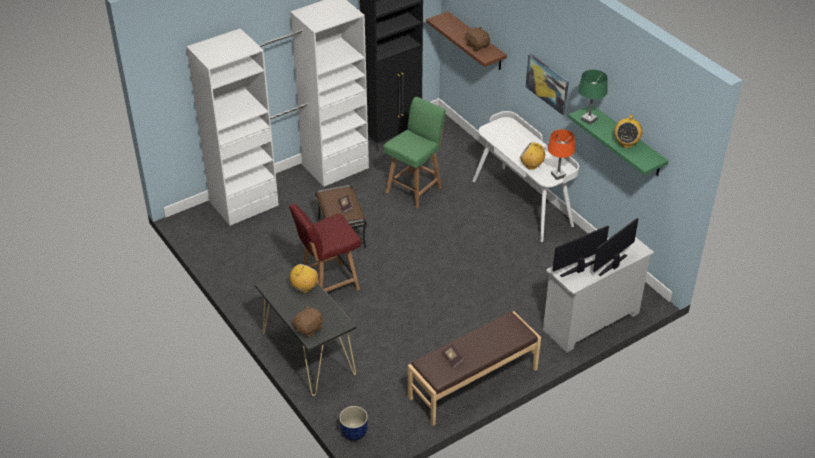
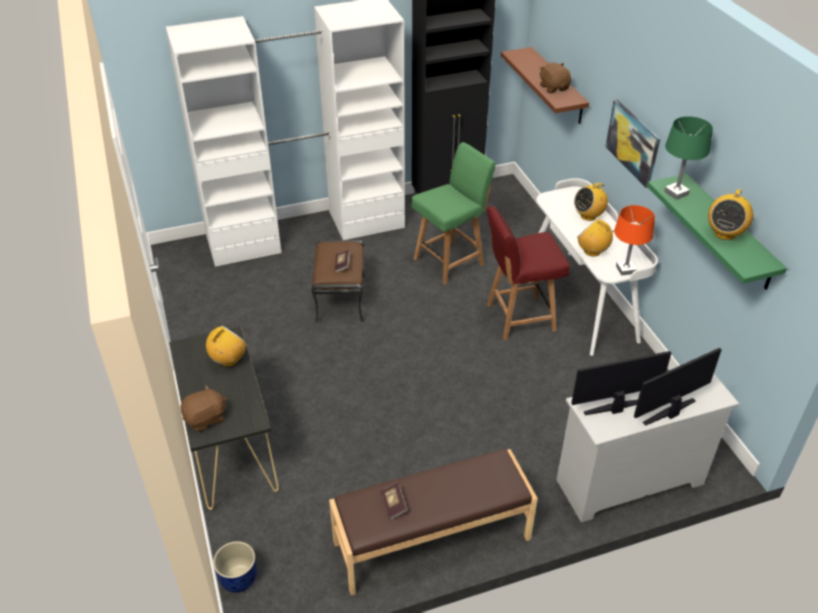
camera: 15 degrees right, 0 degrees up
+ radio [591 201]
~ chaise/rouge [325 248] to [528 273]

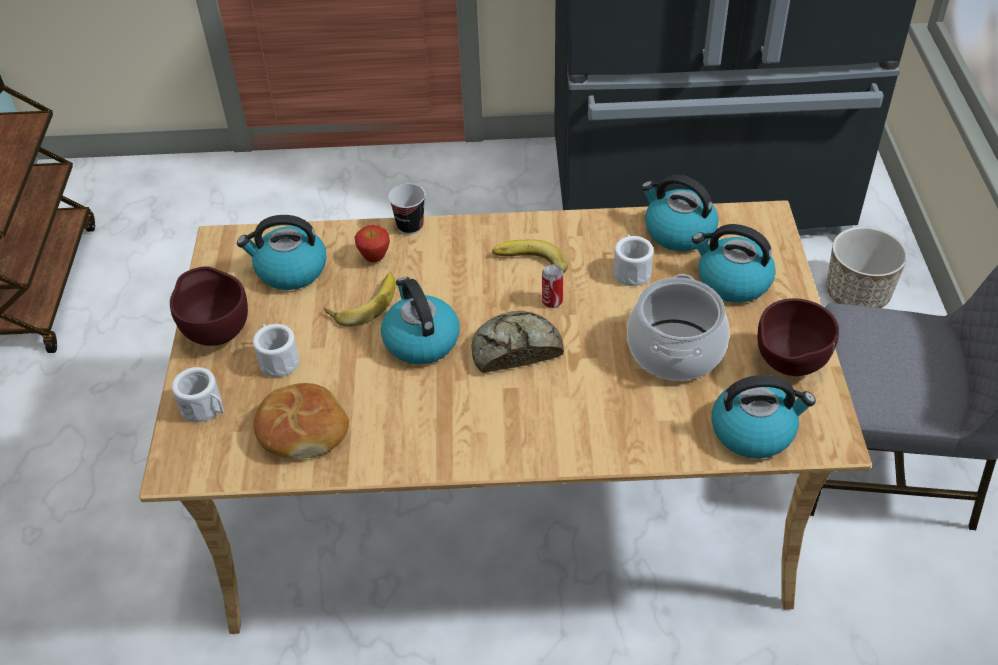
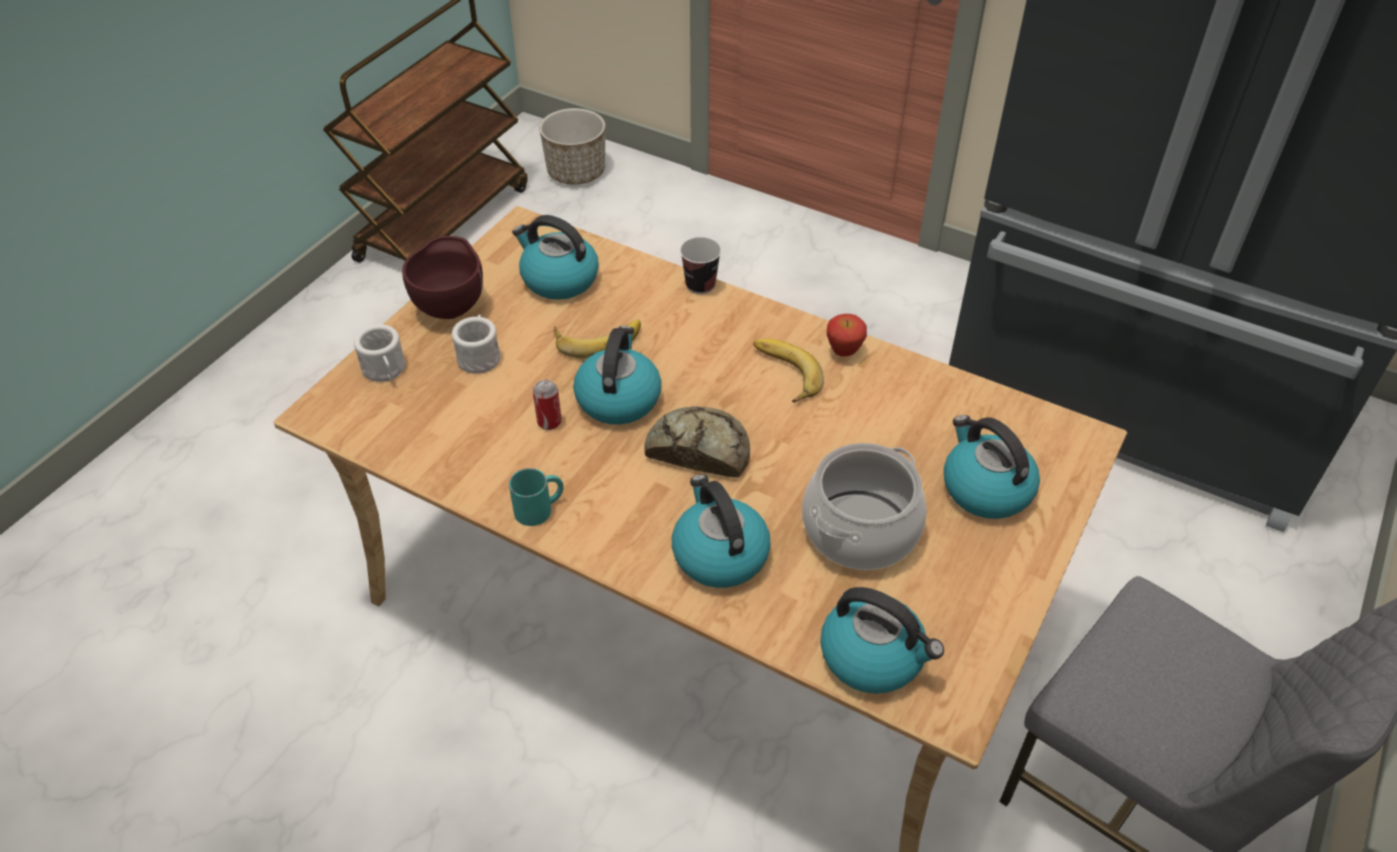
camera: 30 degrees right, 0 degrees up
- pain [301 420]
- mug/blanc [633 260]
- bol/marron [798 337]
+ mug/turquoise [536 497]
~ pomme [372 244] to [847 335]
~ boîte métallique [552 286] to [547 405]
~ bouilloire [679 212] to [721 531]
~ cache-pot [867 267] to [572 146]

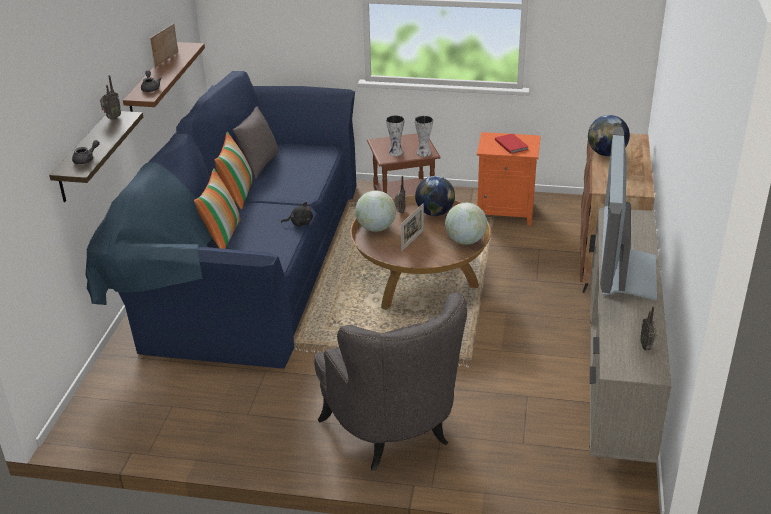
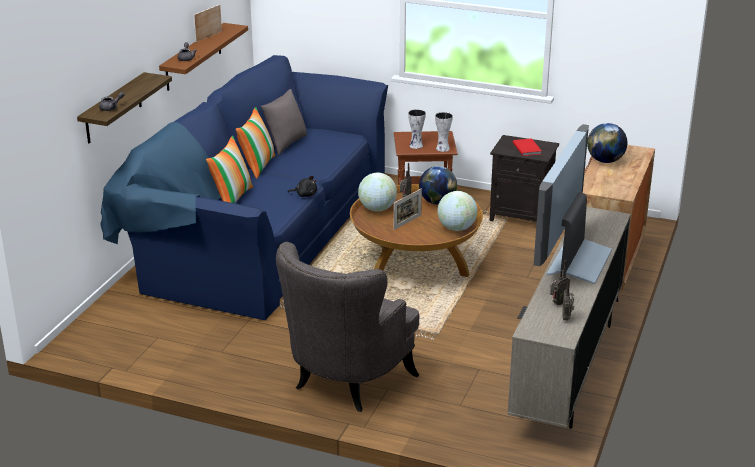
camera: 10 degrees right, 5 degrees down
~ radio [110 97] to [559 282]
~ table de chevet/orange [509 179] to table de chevet/noir [524 178]
~ fauteuil/gris [390 381] = [348 327] 45 degrees clockwise

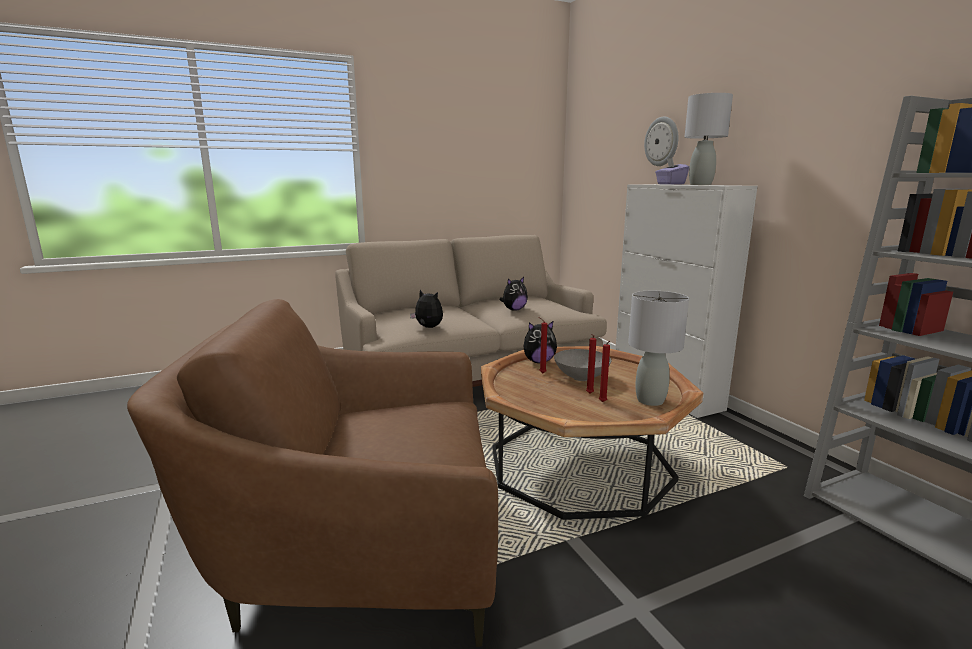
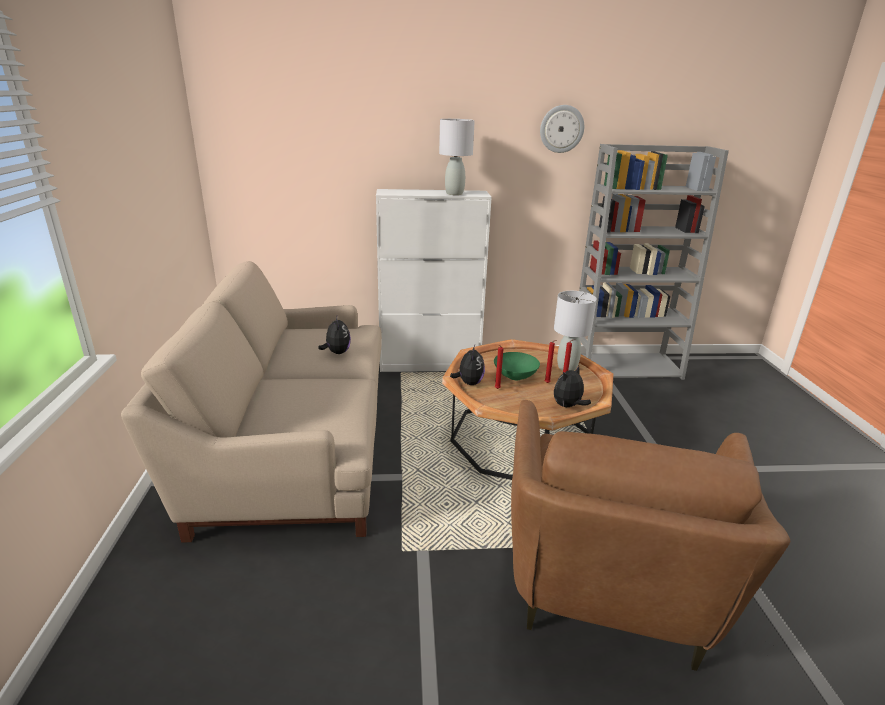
camera: 70 degrees left, 10 degrees up
- boîte à mouchoirs/violet [672 171]
~ peluche [426 309] to [572 386]
~ horloge murale [661 141] to [562 129]
~ bol/gris [582 365] to bol/vert [517 366]

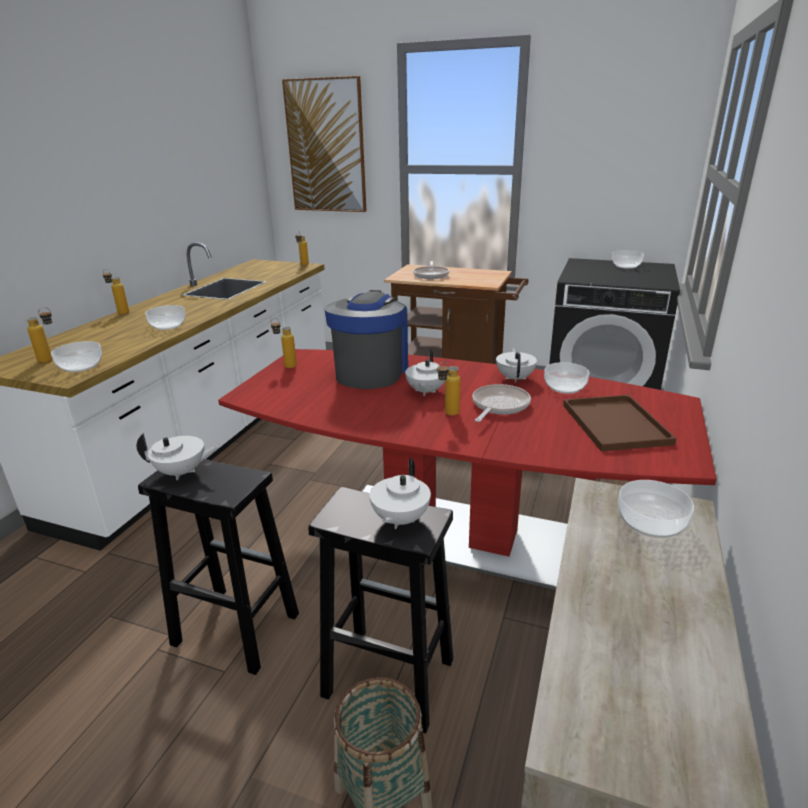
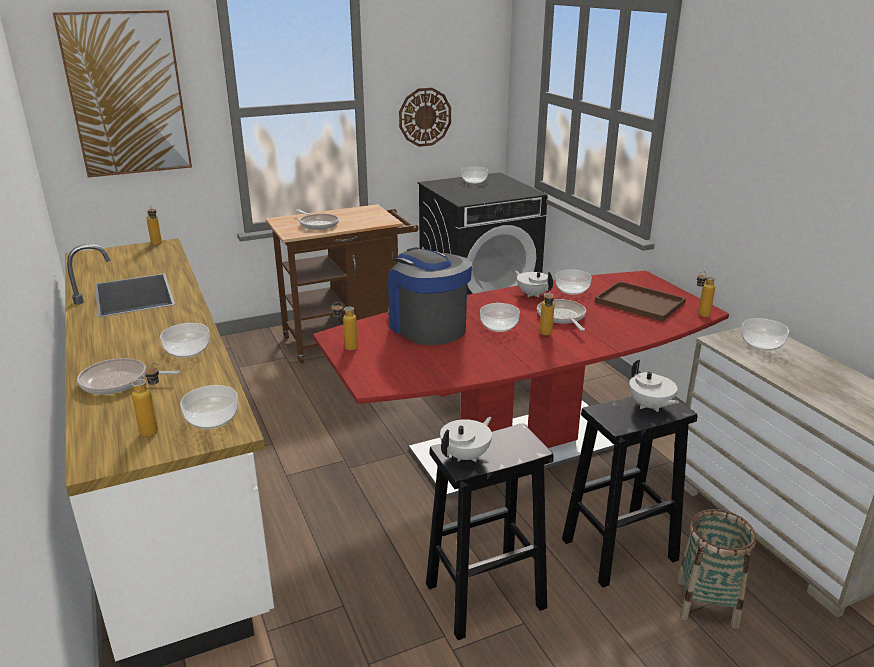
camera: 45 degrees left, 0 degrees up
+ poêle [128 376]
+ horloge murale [425 117]
~ bouteille [116 292] to [706 294]
~ théière/blanc [425 373] to bol [500 317]

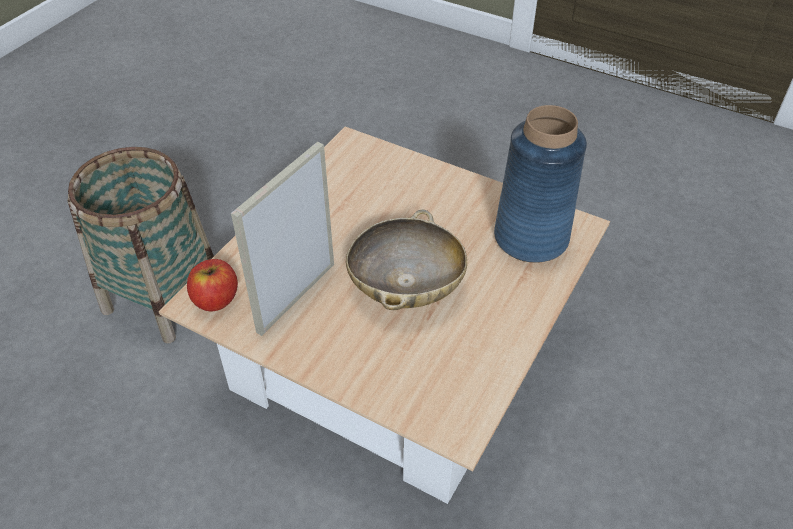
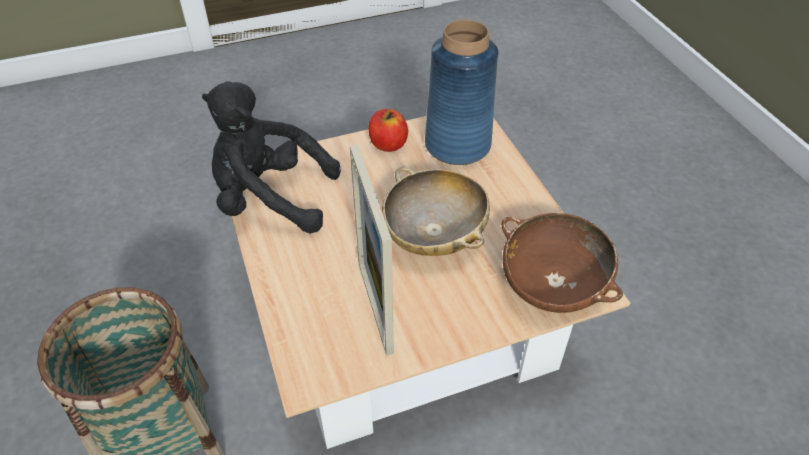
camera: 50 degrees left, 0 degrees up
+ peluche/noir [271 158]
+ bol/marron [562 263]
~ pomme [212 285] to [388 130]

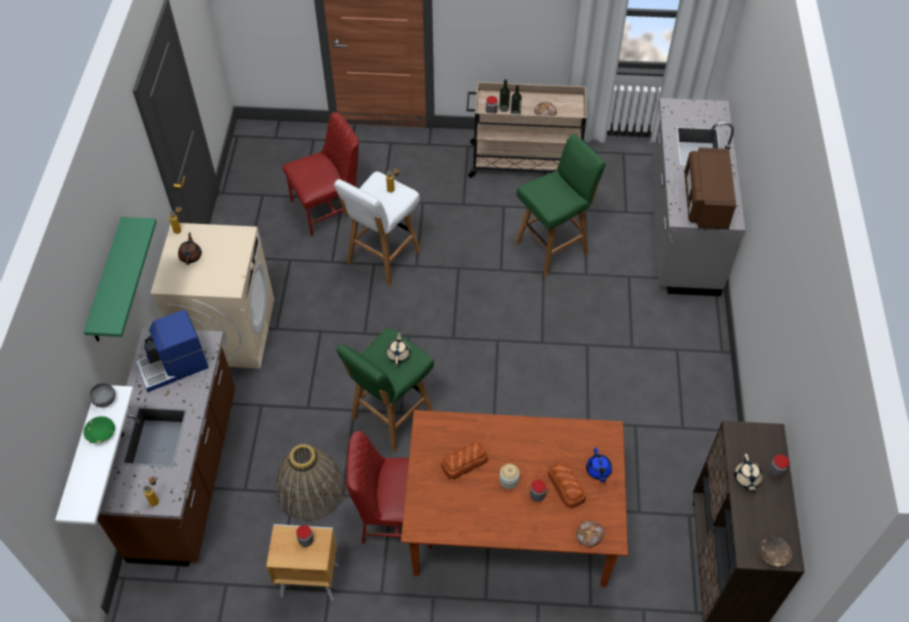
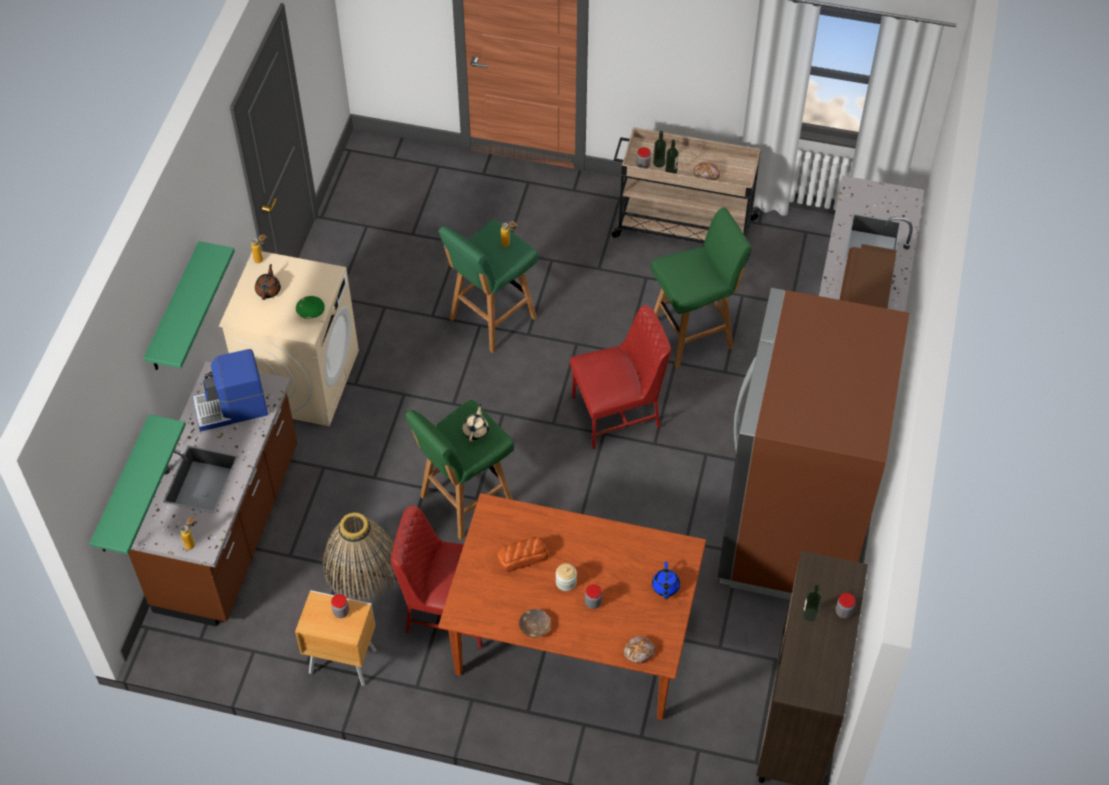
camera: 10 degrees right, 0 degrees up
- bol/gris [102 395]
- pain [567 484]
+ réfrigérateur/marron [813 444]
~ bol/vert [99 430] to [310 307]
~ chaise/rouge [321 174] to [620 377]
~ bol/marron [775 551] to [535 623]
~ théière/beige [748 473] to bouteille [812 603]
~ étagère/blanc [94 455] to étagère/vert [137 484]
~ tabouret/blanc [377 228] to tabouret/vert [488 286]

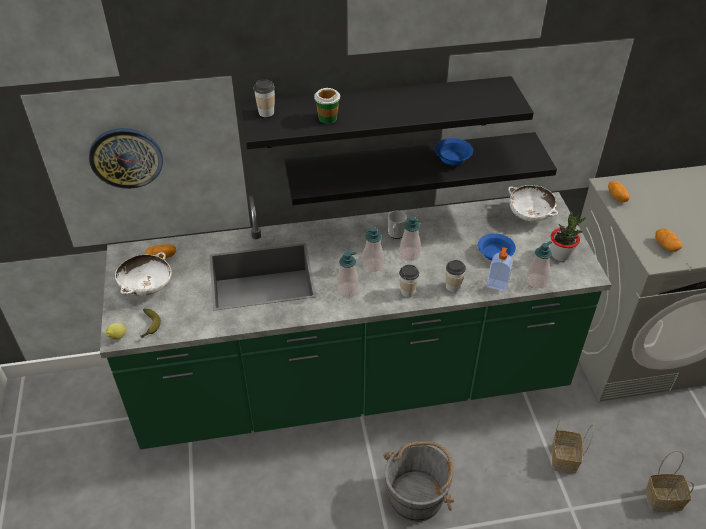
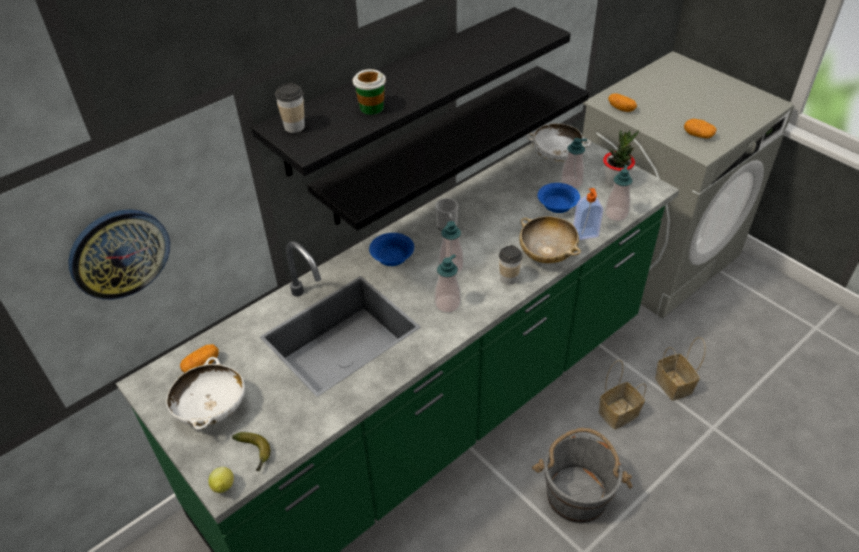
camera: 30 degrees left, 0 degrees up
~ distributeur de savon [410 238] to [574 163]
~ bol/bleu [454 151] to [391 249]
~ panier [669 481] to [622 395]
~ tasse [456 276] to bol/beige [550 239]

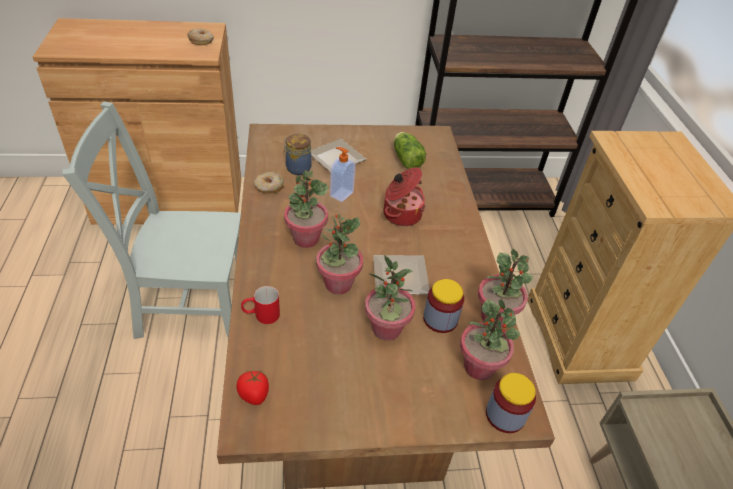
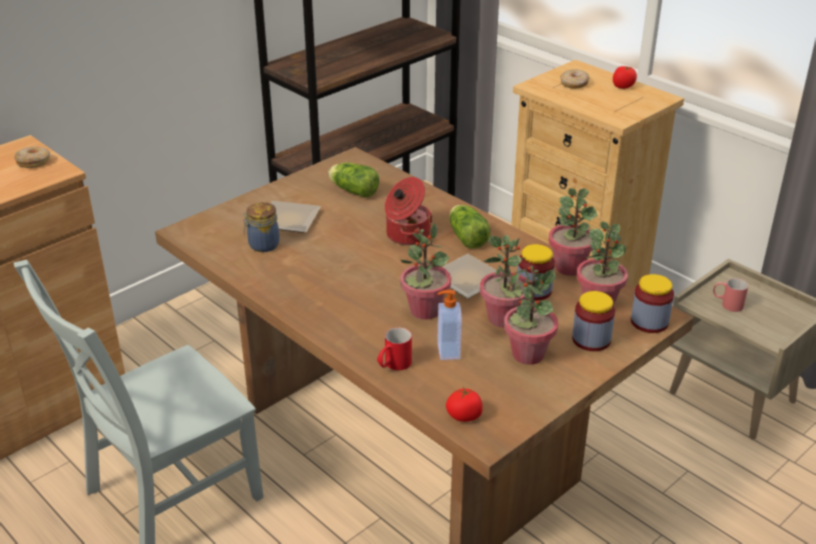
camera: 35 degrees left, 10 degrees down
+ laitue [470 226]
+ bocal [593 321]
+ tomate [625 77]
+ mug/rouge [731 295]
~ beignet [269 183] to [575 79]
~ plante en pot [306 209] to [531 315]
~ distributeur de savon [342 174] to [449 325]

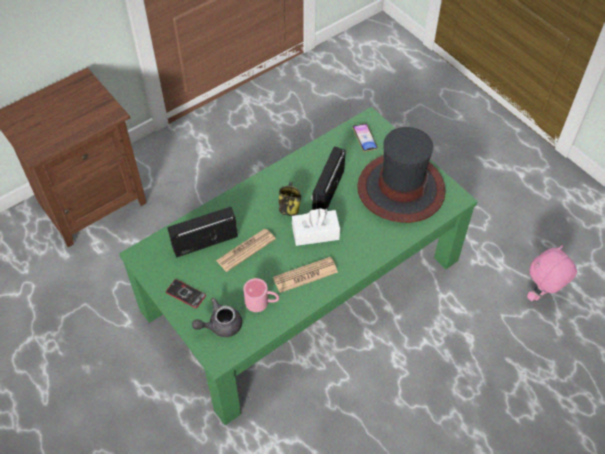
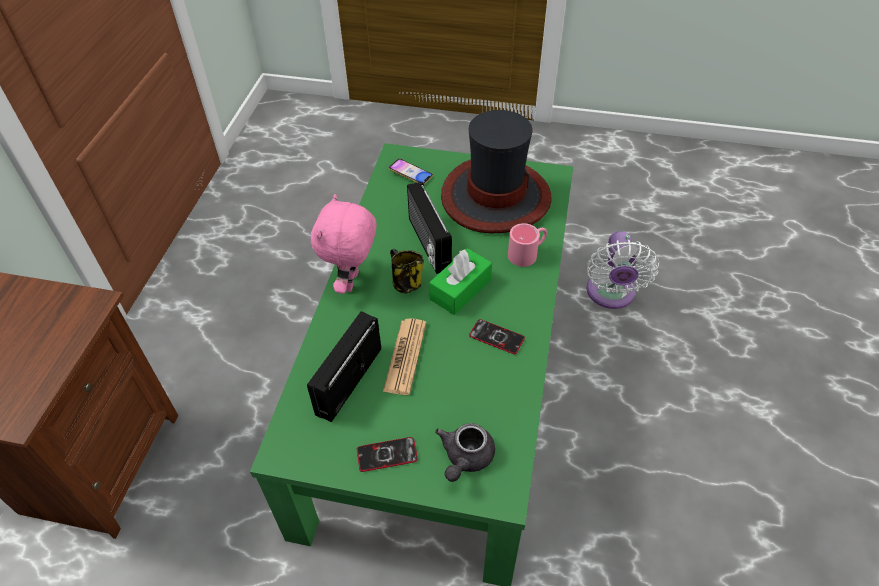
camera: 40 degrees left, 5 degrees down
+ ventilateur/blanc [623 270]
~ mug/rose [261 295] to [527 245]
~ peluche/rose [552 273] to [344 244]
~ journal [305 275] to téléphone [497 336]
~ boîte à mouchoirs/blanc [316 227] to boîte à mouchoirs/vert [460 281]

